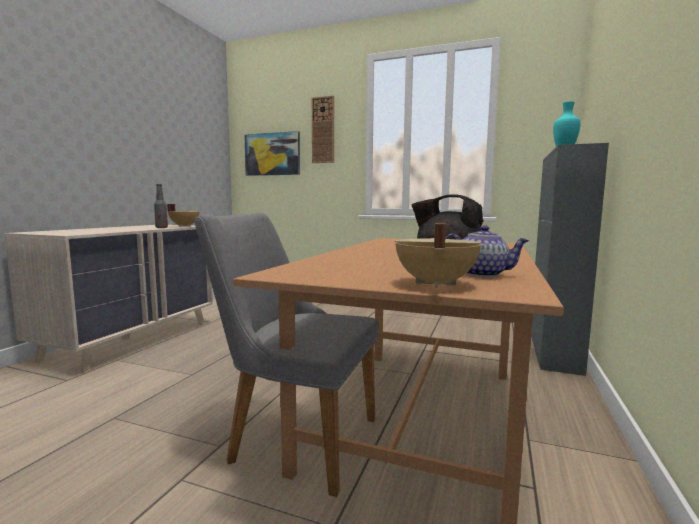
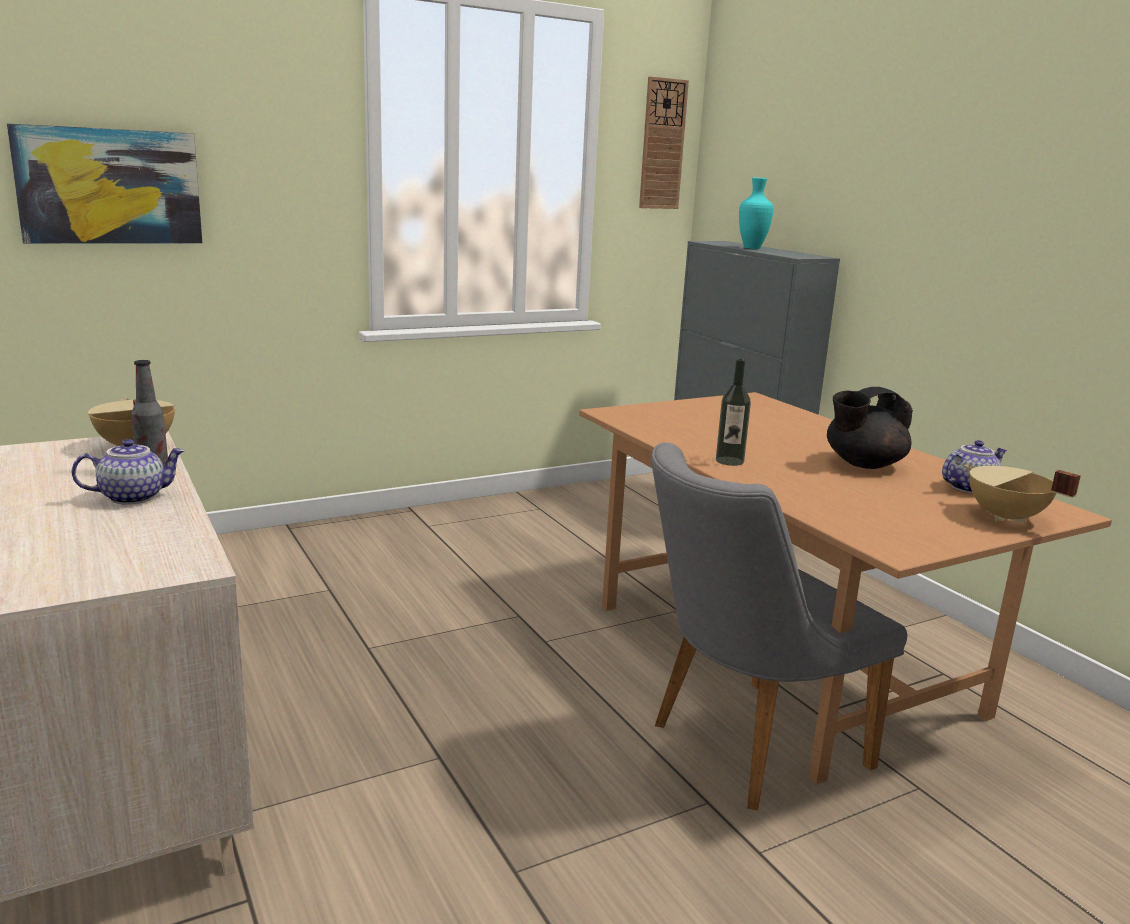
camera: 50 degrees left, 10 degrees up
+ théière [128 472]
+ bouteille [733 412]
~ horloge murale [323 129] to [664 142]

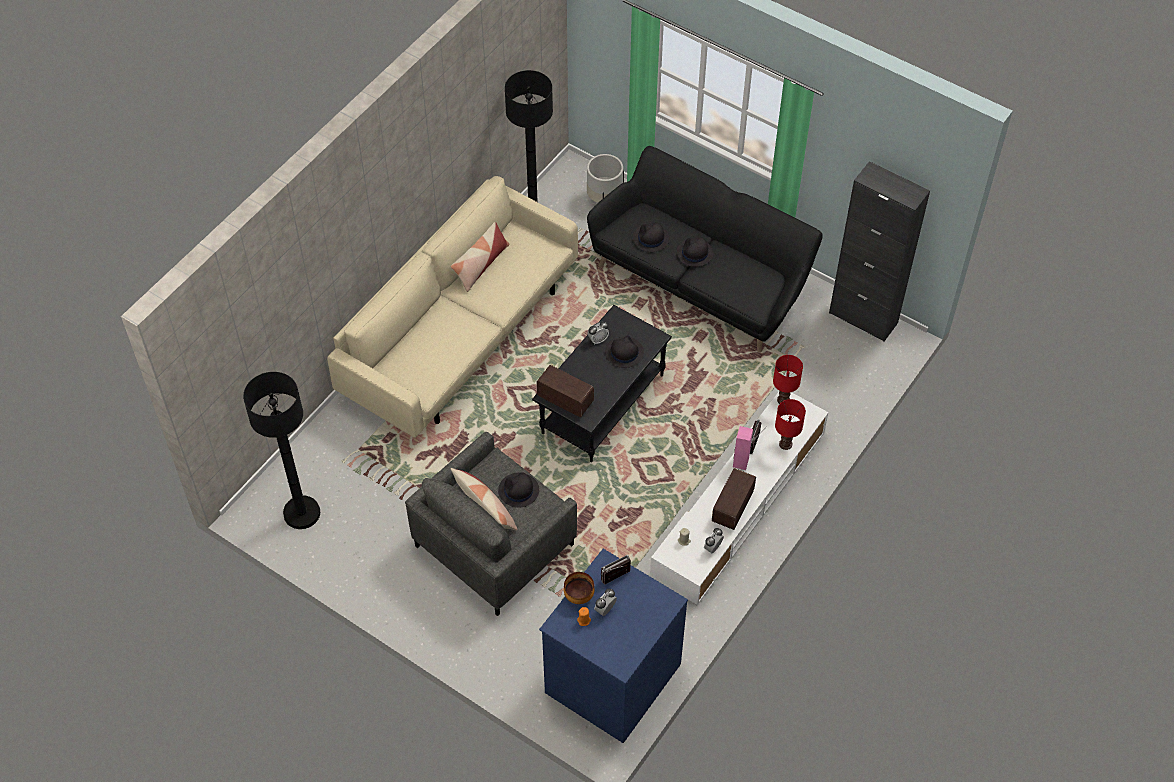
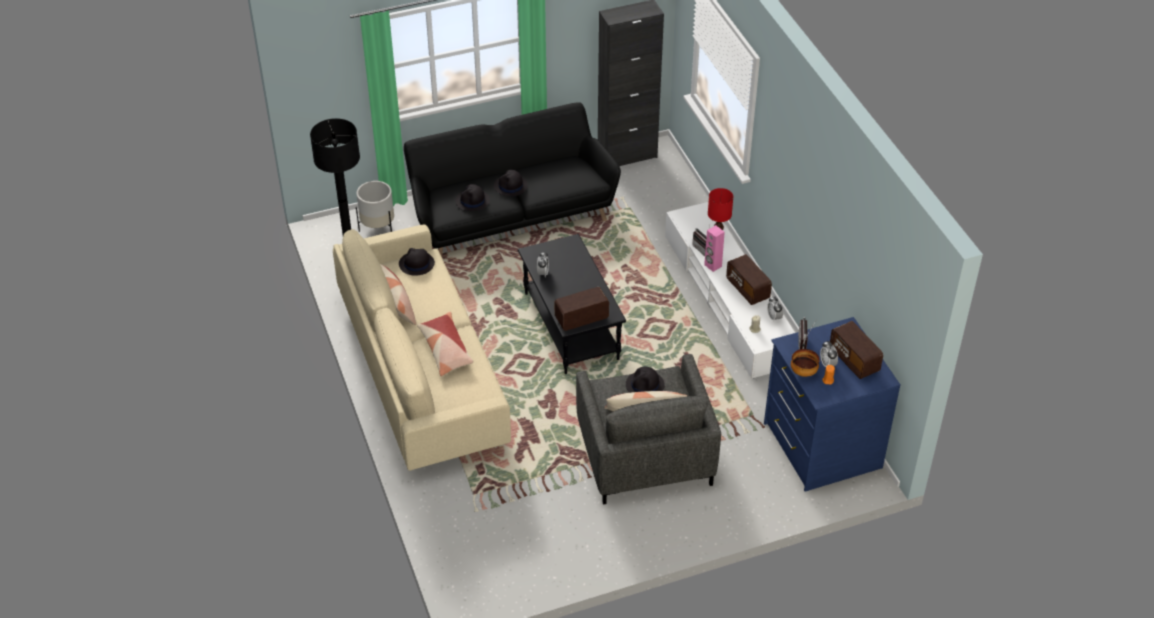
camera: 55 degrees left, 10 degrees down
- lampadaire/noir [281 450]
- lampe de table/rouge [788 379]
+ coussin [445 344]
+ radio [856 350]
~ chapeau/noir [624 351] to [417 262]

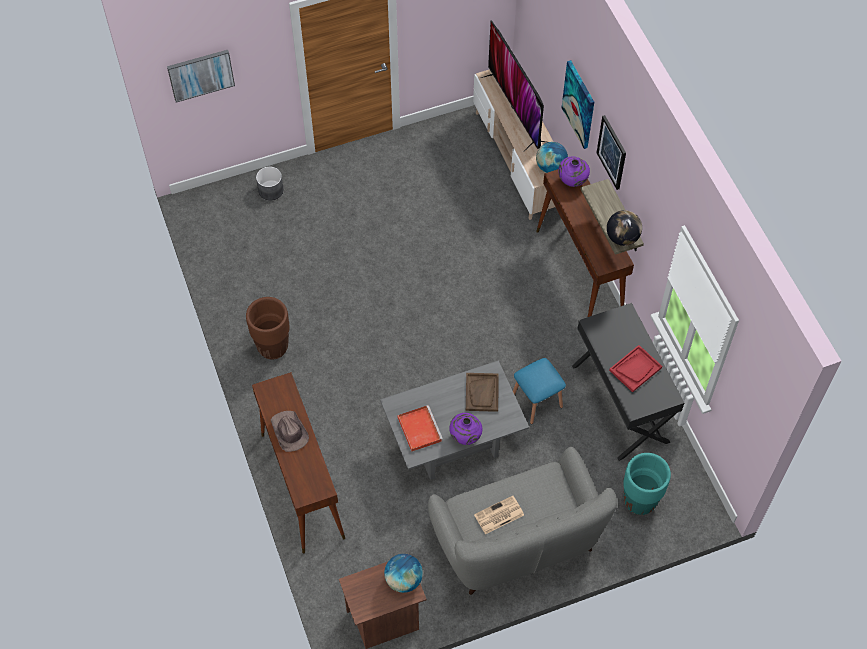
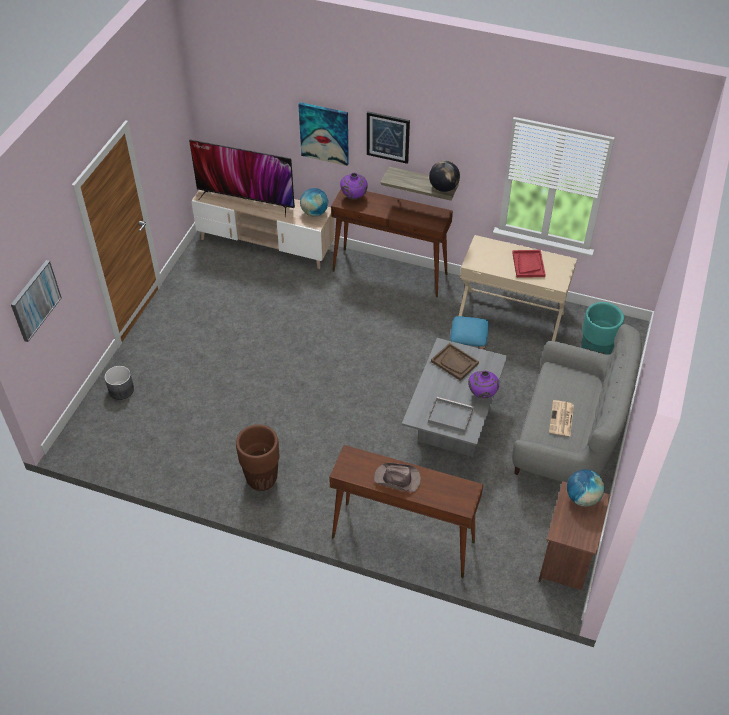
camera: 50 degrees left, 10 degrees down
~ plateau/rouge [420 428] to plateau/gris [450 415]
~ bureau/noir [628 382] to bureau/beige [518 288]

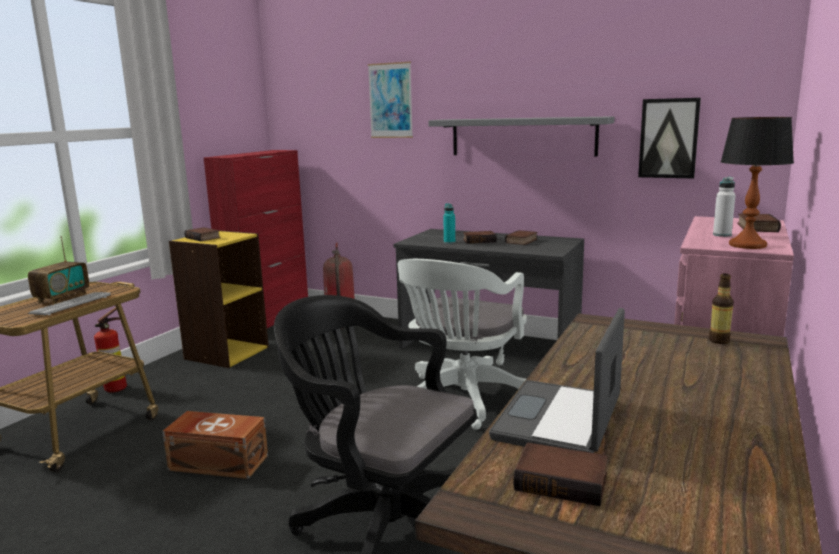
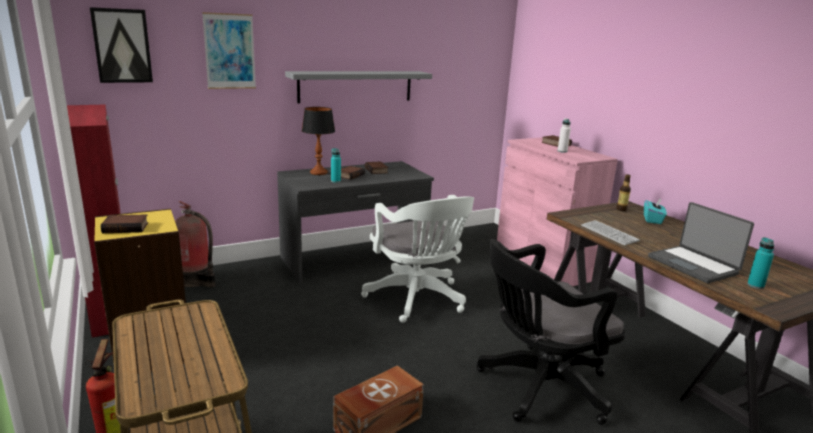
camera: 55 degrees left, 5 degrees up
- radio [58 270]
+ boîte à mouchoirs/turquoise [655 211]
~ clavier [69 304] to [610 233]
~ tableau [669 138] to [121 45]
~ lampe de table [757 183] to [318 141]
~ livre [560 474] to bouteille/turquoise [760 263]

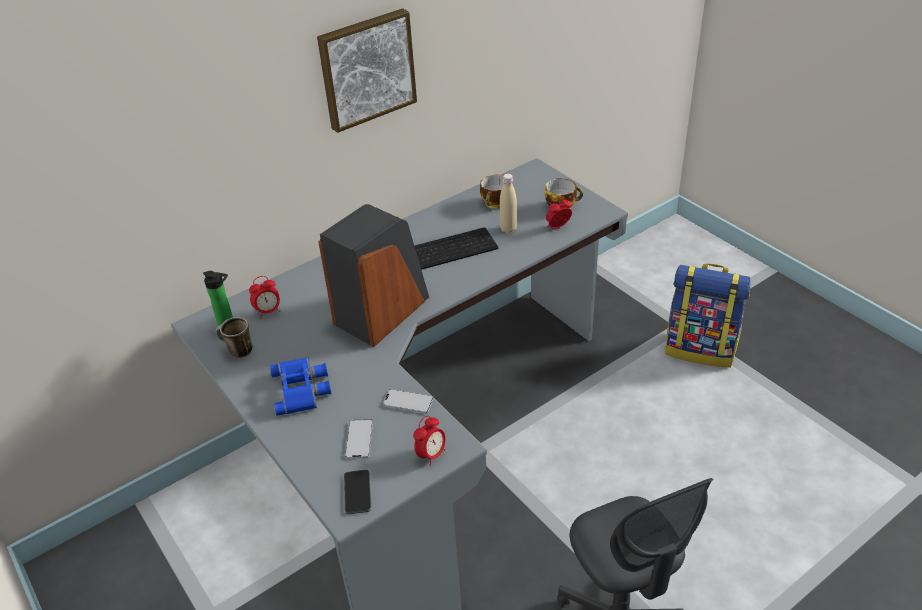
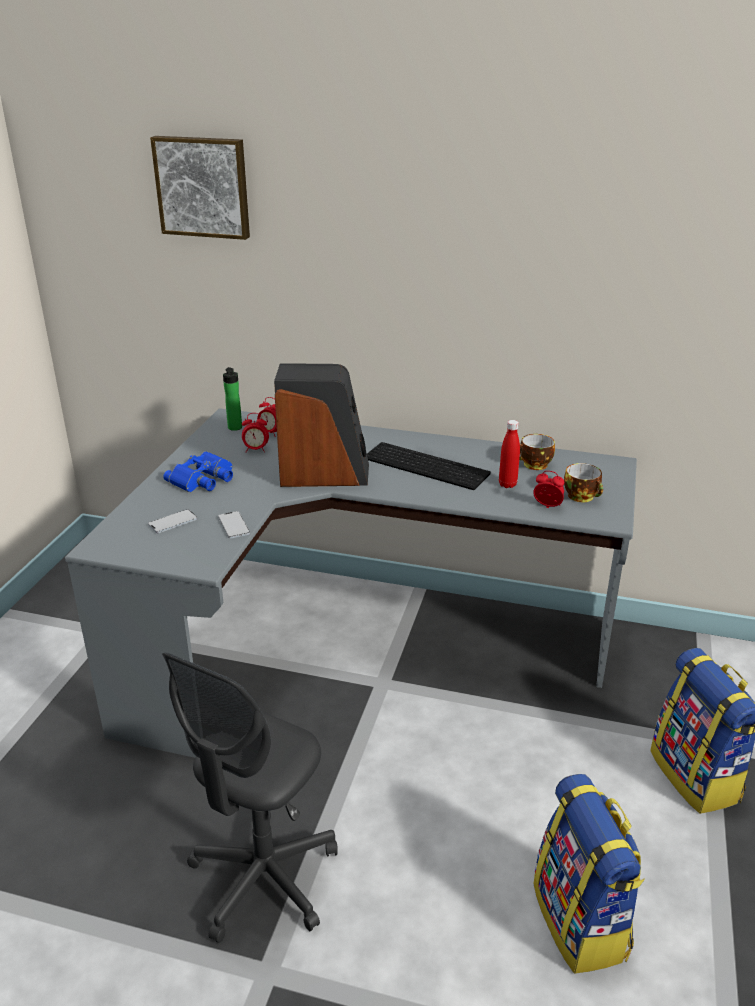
camera: 50 degrees right, 10 degrees down
- mug [234 337]
- téléphone [357 492]
+ sac à dos [589 874]
~ tableau [367 70] to [200 188]
~ réveil [429 441] to [255 432]
~ bouteille/beige [508 204] to bouteille/rouge [509 454]

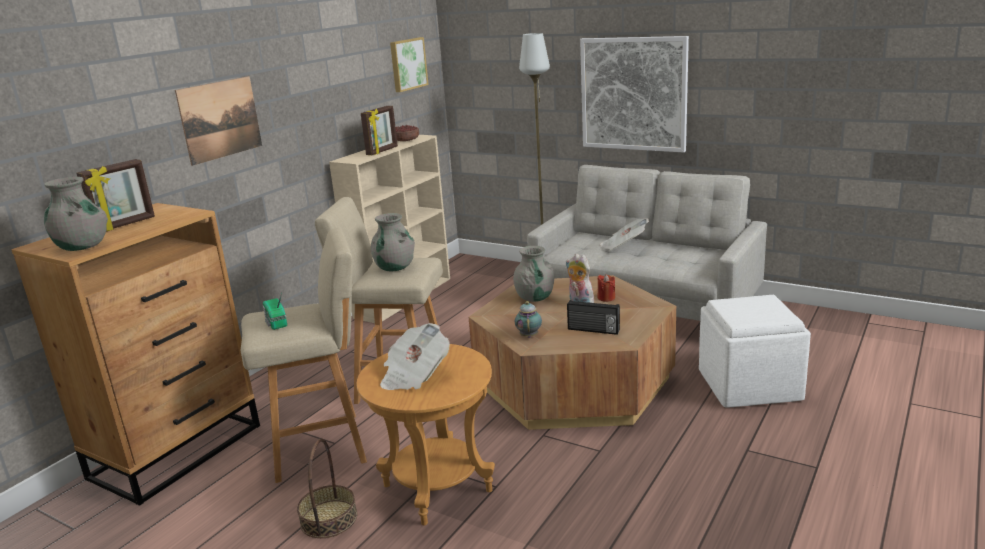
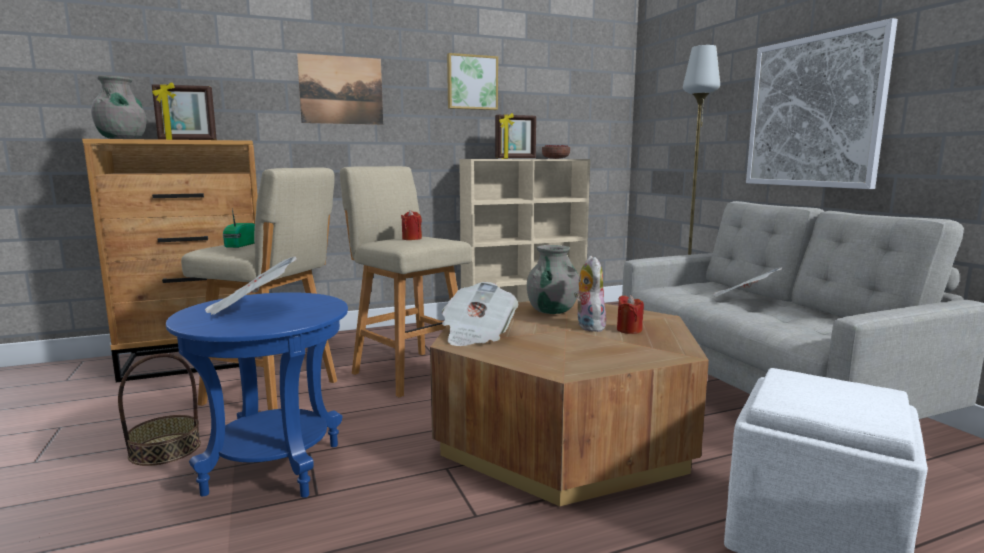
camera: 35 degrees right, 10 degrees down
- radio [593 317]
~ tableau [409 64] to [472 81]
~ vase/gris [393 242] to bougie/rouge [411 225]
~ théière [528 319] to journal [480 314]
~ table d'appoint/marron [425 435] to table d'appoint/bleu [257 395]

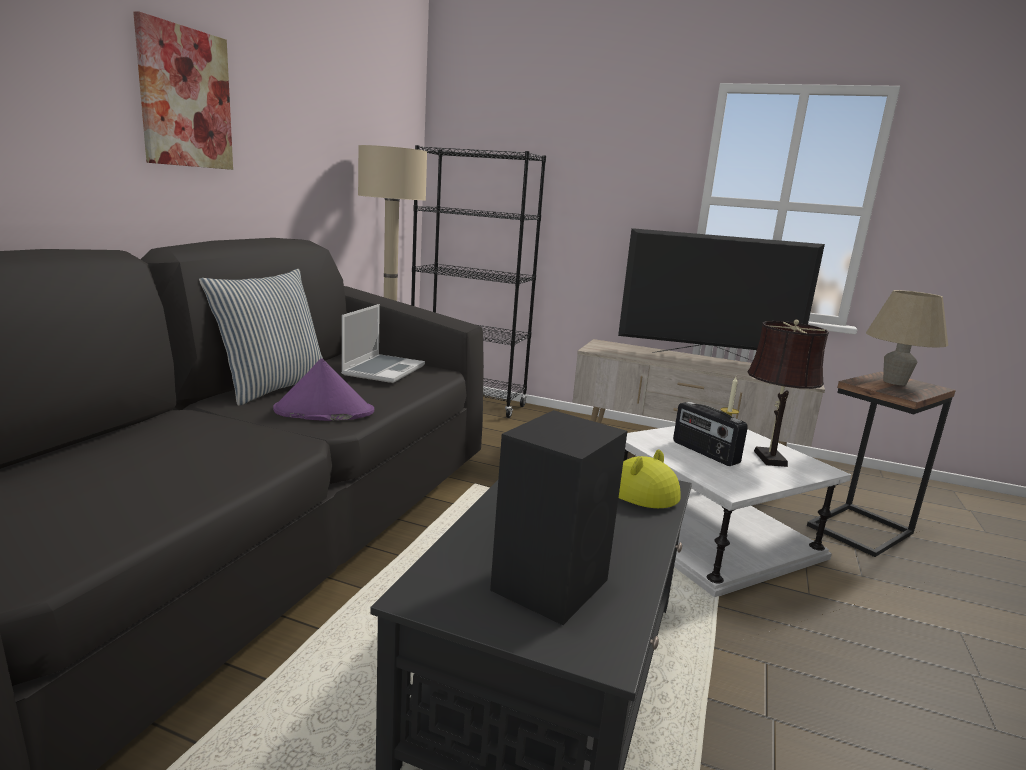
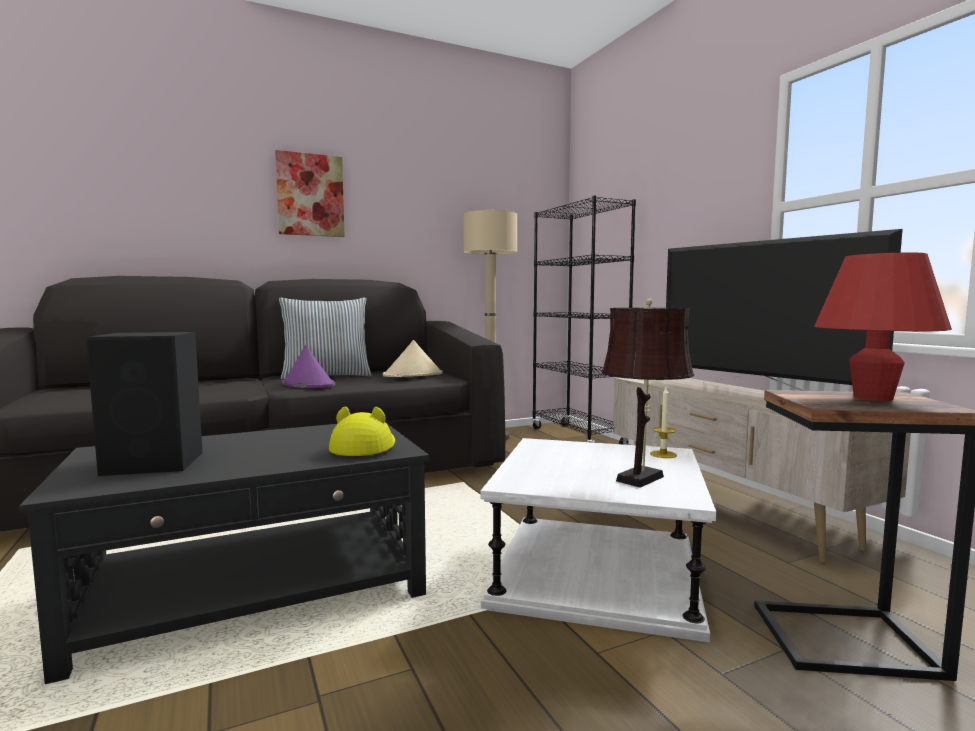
camera: 45 degrees right, 10 degrees down
- radio [710 434]
~ ordinateur portable [383 343] to chapeau/beige [413 358]
~ lampe de table/beige [907 337] to lampe de table/rouge [883 327]

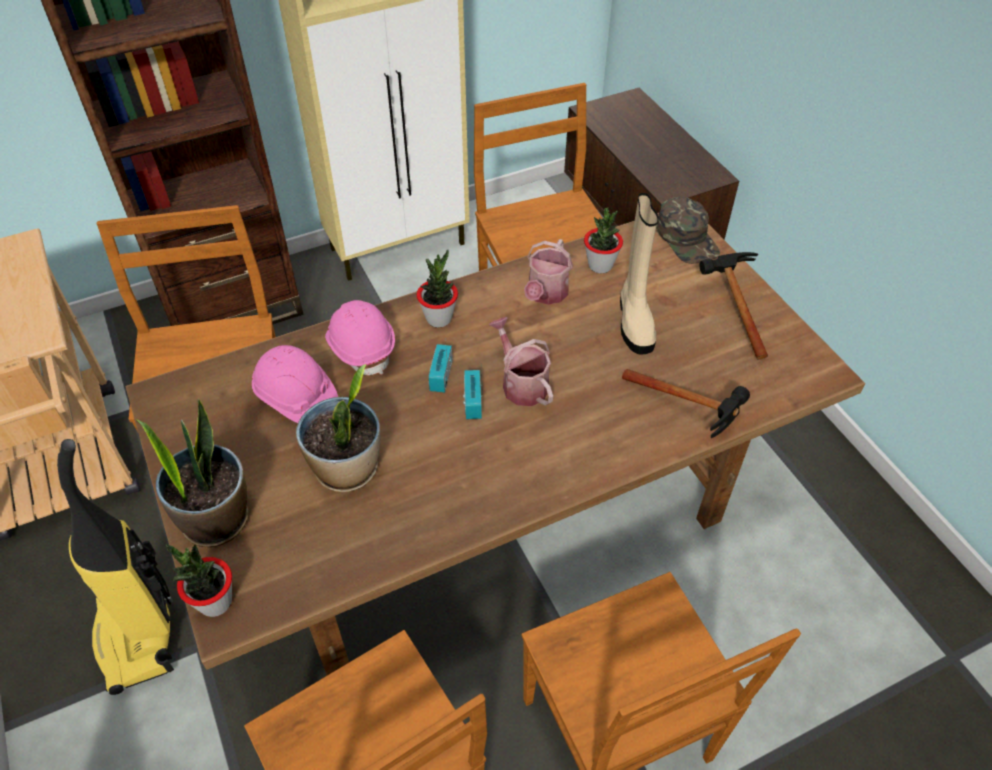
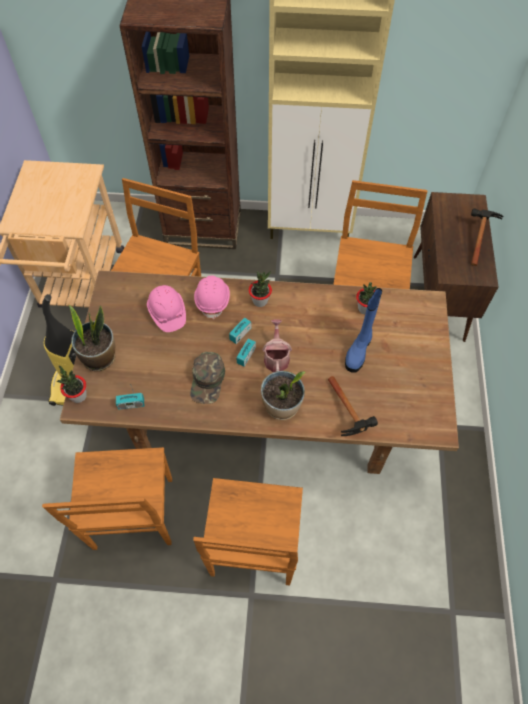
camera: 30 degrees right, 10 degrees up
- arrosoir [548 272]
+ radio [130 397]
~ plante en pot [338 428] to [283 395]
~ casquette/vert [688 230] to [207 378]
~ marteau [733 305] to [487 237]
~ botte/beige [639 274] to botte/bleu [363 330]

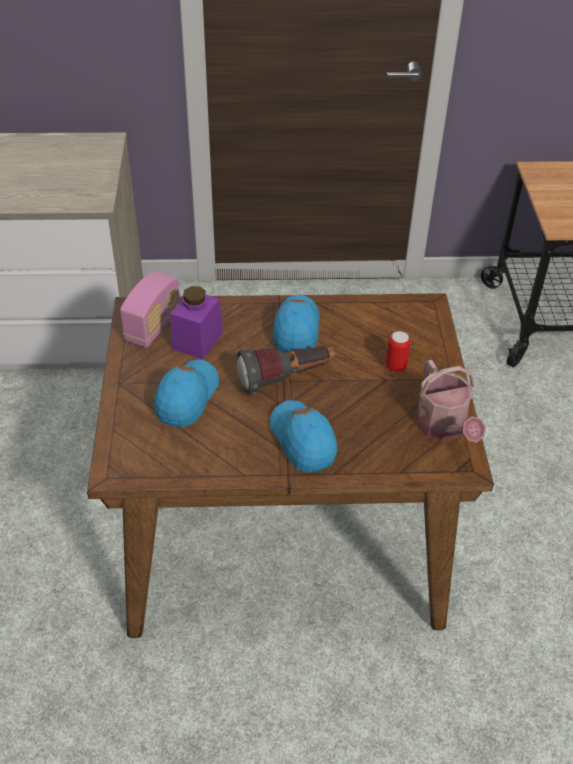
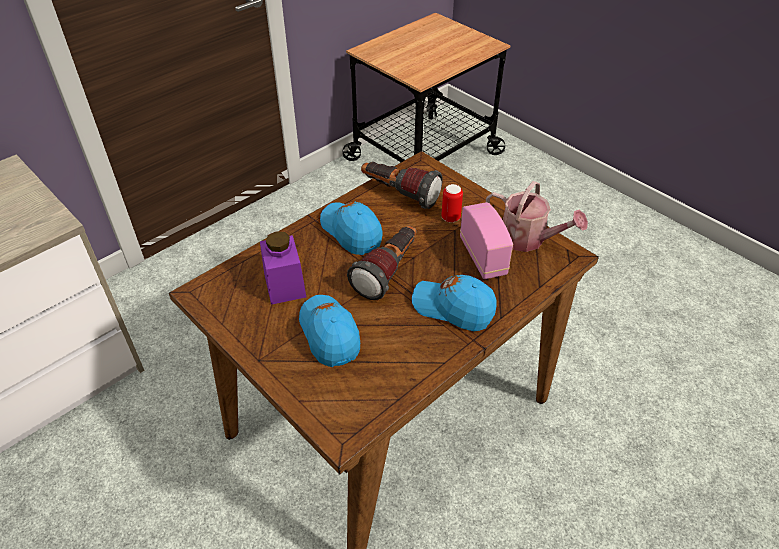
camera: 40 degrees left, 0 degrees up
+ lampe de poche [402 185]
~ radio [150 309] to [486 240]

